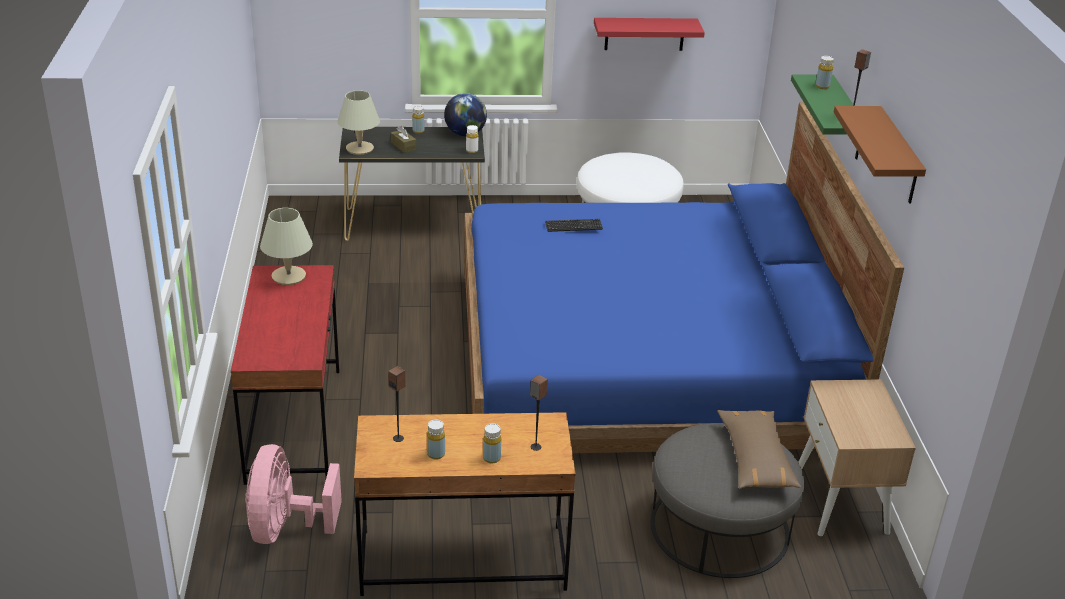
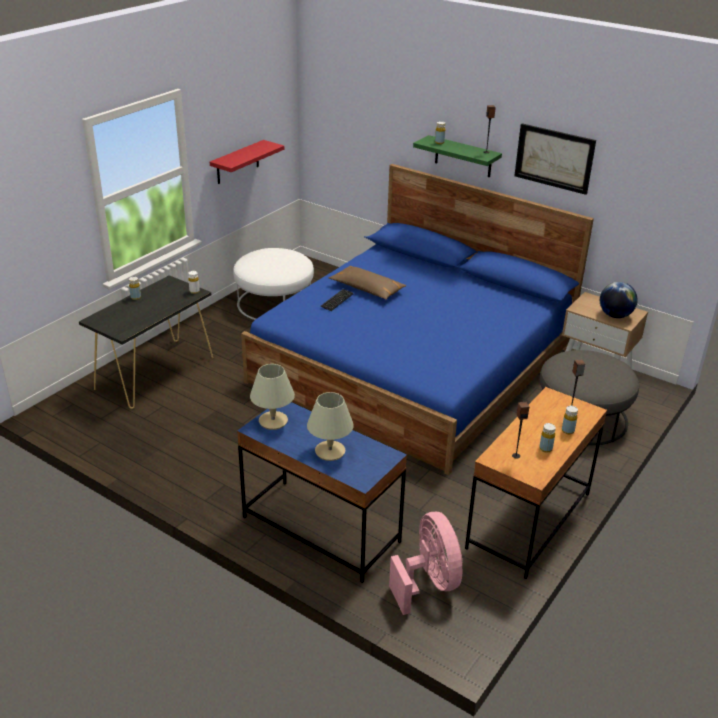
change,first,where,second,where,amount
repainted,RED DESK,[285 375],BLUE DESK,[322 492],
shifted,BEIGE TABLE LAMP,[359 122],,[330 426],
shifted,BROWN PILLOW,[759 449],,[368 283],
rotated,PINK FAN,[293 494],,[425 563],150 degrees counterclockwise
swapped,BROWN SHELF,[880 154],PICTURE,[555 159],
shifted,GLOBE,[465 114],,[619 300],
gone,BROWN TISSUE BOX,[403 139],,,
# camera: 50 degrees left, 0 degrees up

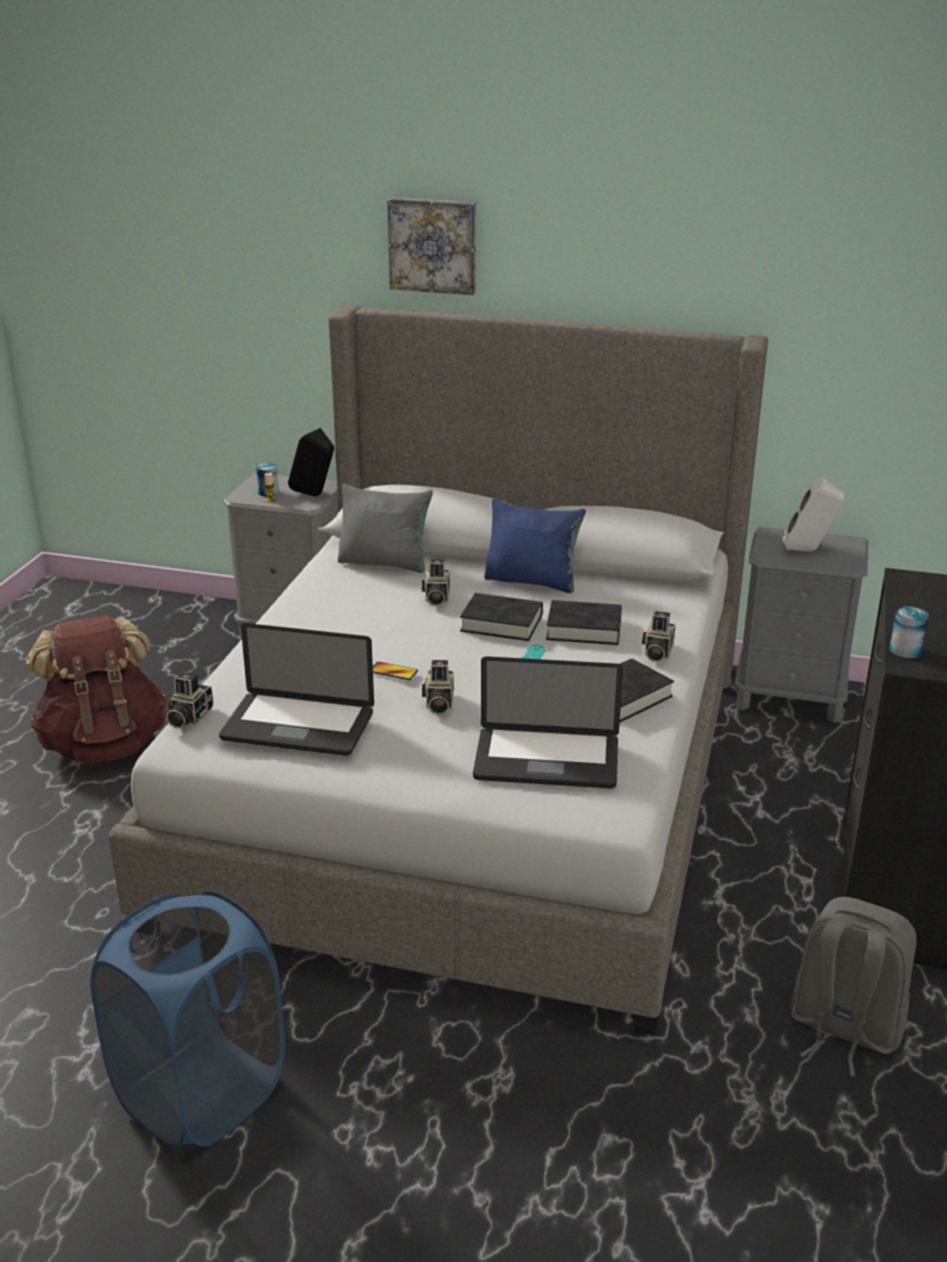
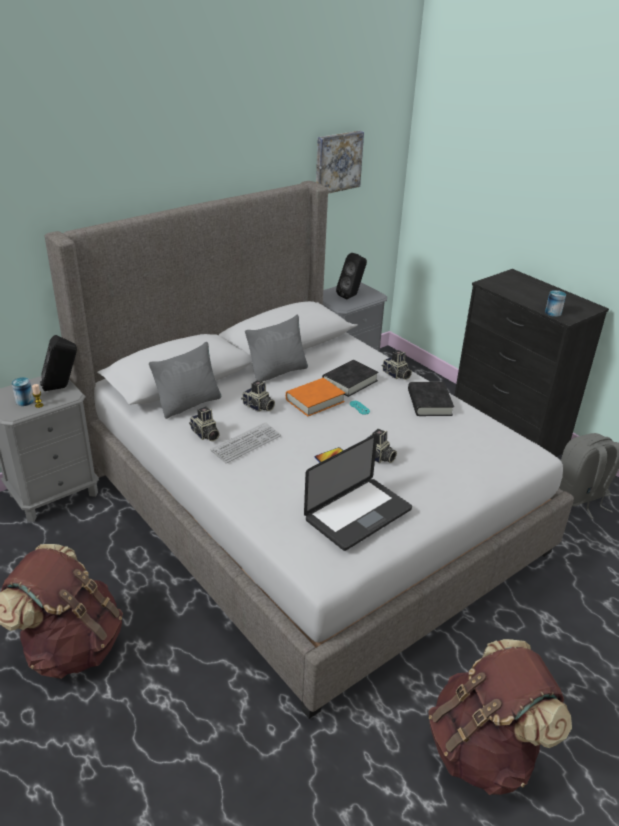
change,first,where,second,where,amount
shifted,PHOTO CAMERA,[189 700],,[204 424],
new,,,KEYBOARD,[245 442],
repainted,BLUE PILLOW,[535 545],GREY PILLOW,[276 348],
repainted,BLACK BOOK,[501 617],ORANGE BOOK,[315 397],
shifted,PICTURE,[431 246],,[340 162],
repainted,WHITE SPEAKER,[813 514],BLACK SPEAKER,[351 276],
swapped,BLUE LAUNDRY BASKET,[187 1020],BROWN BACKPACK,[500 717],
gone,LAPTOP,[548 722],,,
# camera: 55 degrees left, 5 degrees up

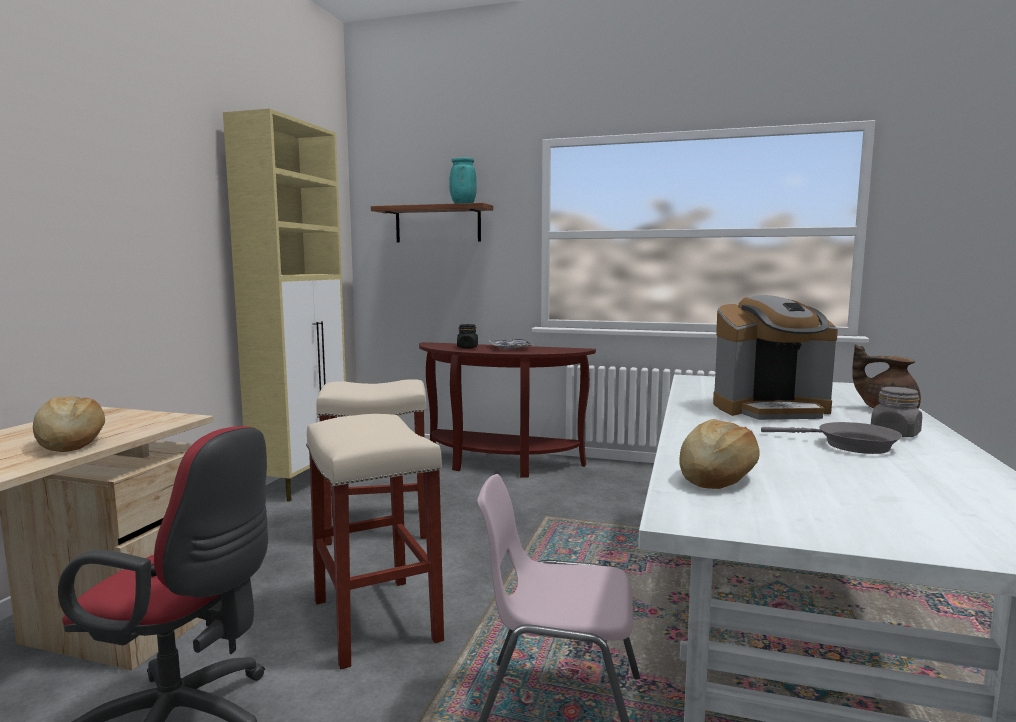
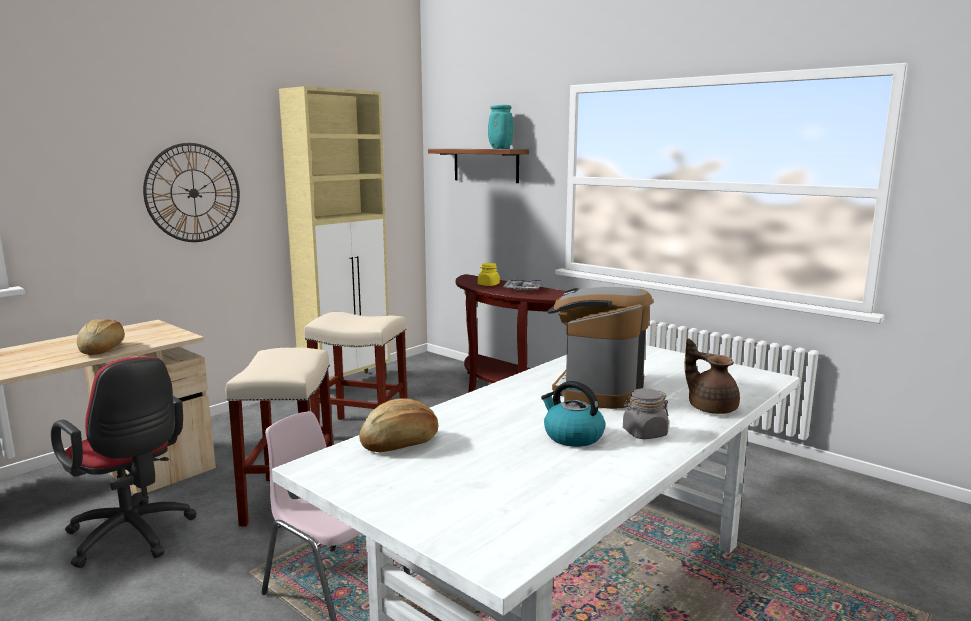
change,first,where,second,where,amount
new,,,WALL CLOCK,[191 192],
repainted,BLACK JAR,[467 336],YELLOW JAR,[489 274],
swapped,GREY FRYING PAN,[831 438],KETTLE,[573 414],
rotated,COFFEE MACHINE,[775 357],,[600 348],90 degrees clockwise
# camera: 25 degrees right, 5 degrees up

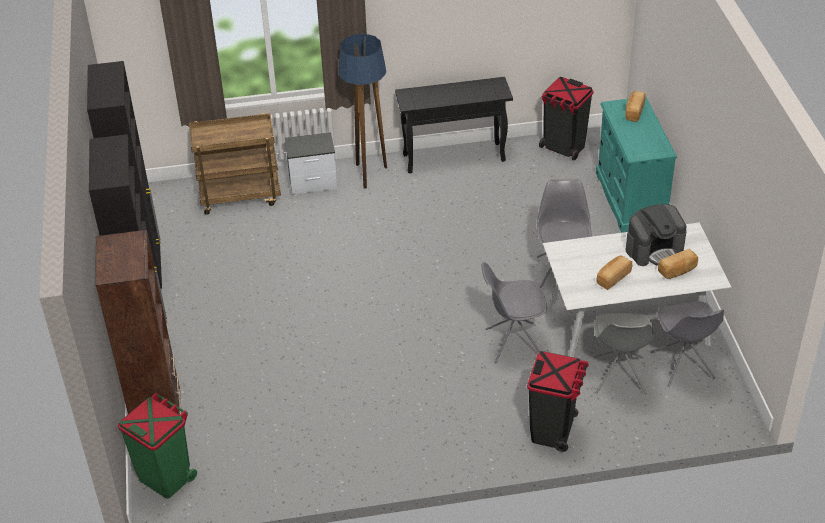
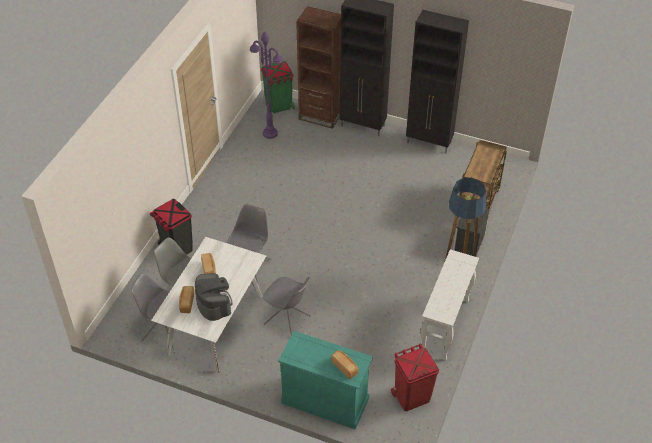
change,first,where,second,where,amount
rotated,COFFEE MACHINE,[656 235],,[214 297],150 degrees clockwise
new,,,PURPLE FLOOR LAMP,[266 85],
repainted,BLACK TRASH CAN,[566 118],RED TRASH CAN,[415 377],
repainted,BLACK CONSOLE TABLE,[454 125],WHITE CONSOLE TABLE,[450 305],
# camera: 120 degrees right, 5 degrees up

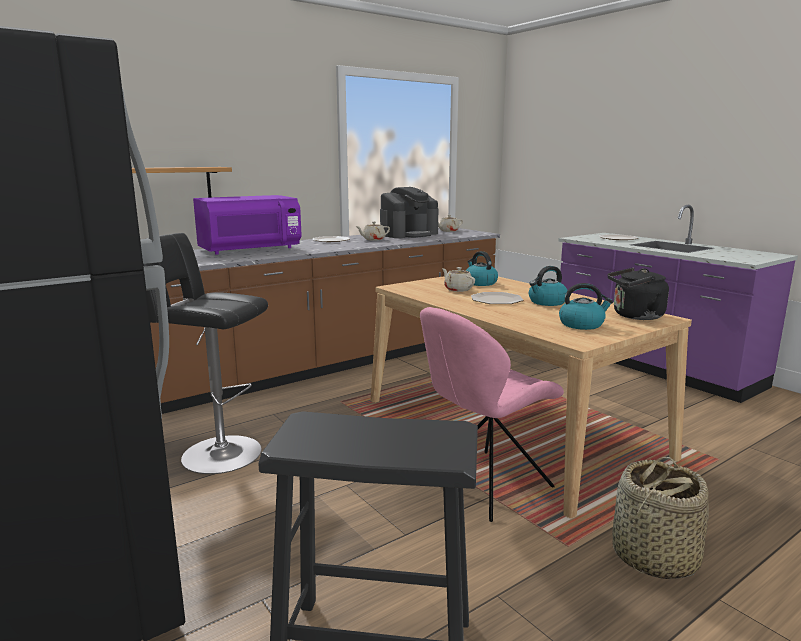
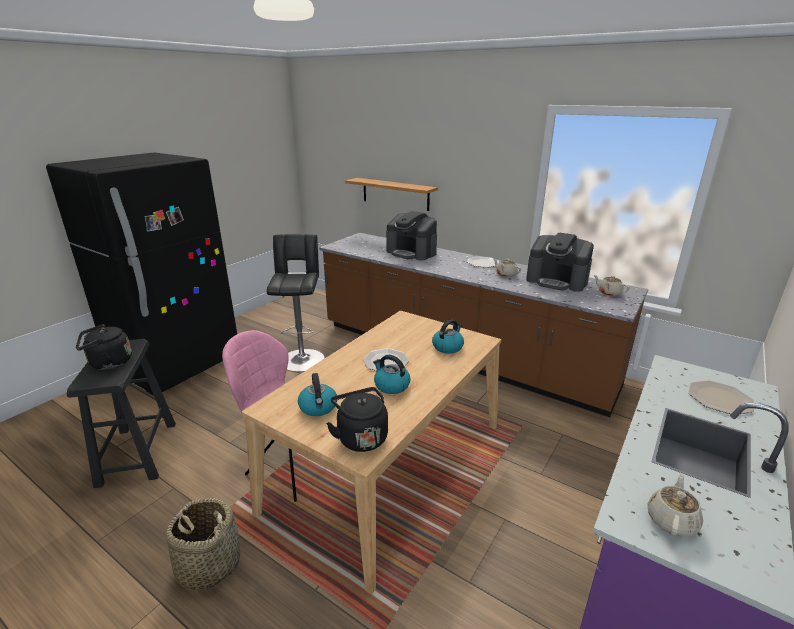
change,first,where,second,where,amount
new,,,BLACK KETTLE,[104 347],
swapped,PURPLE MICROWAVE,[247 225],COFFEE MACHINE,[411 236],
shifted,BEIGE TEAPOT,[458 279],,[675 504],
# camera: 70 degrees right, 10 degrees up

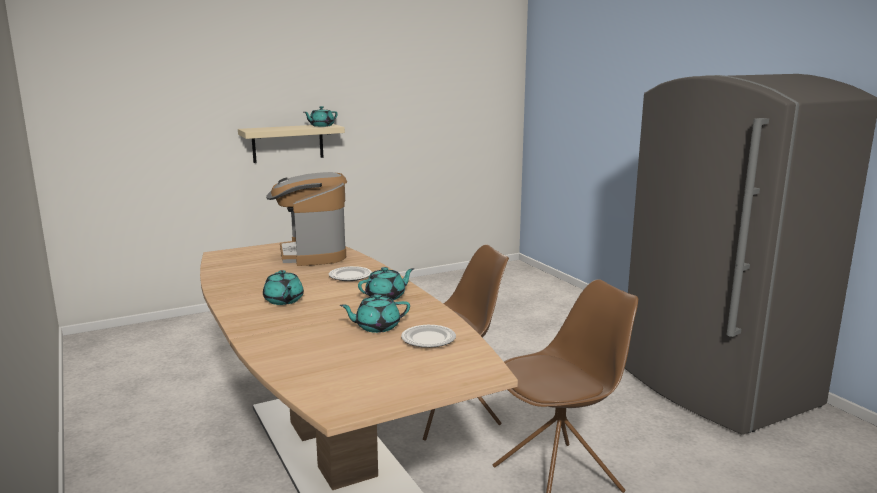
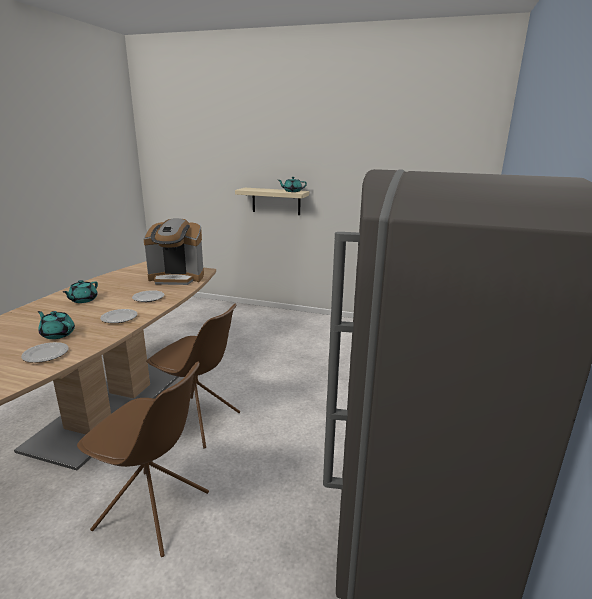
change,first,where,second,where,amount
swapped,TURQUOISE TEAPOT,[386 283],PLATE,[118 316],
rotated,COFFEE MACHINE,[306 219],,[173 251],120 degrees counterclockwise
# camera: 45 degrees right, 5 degrees up

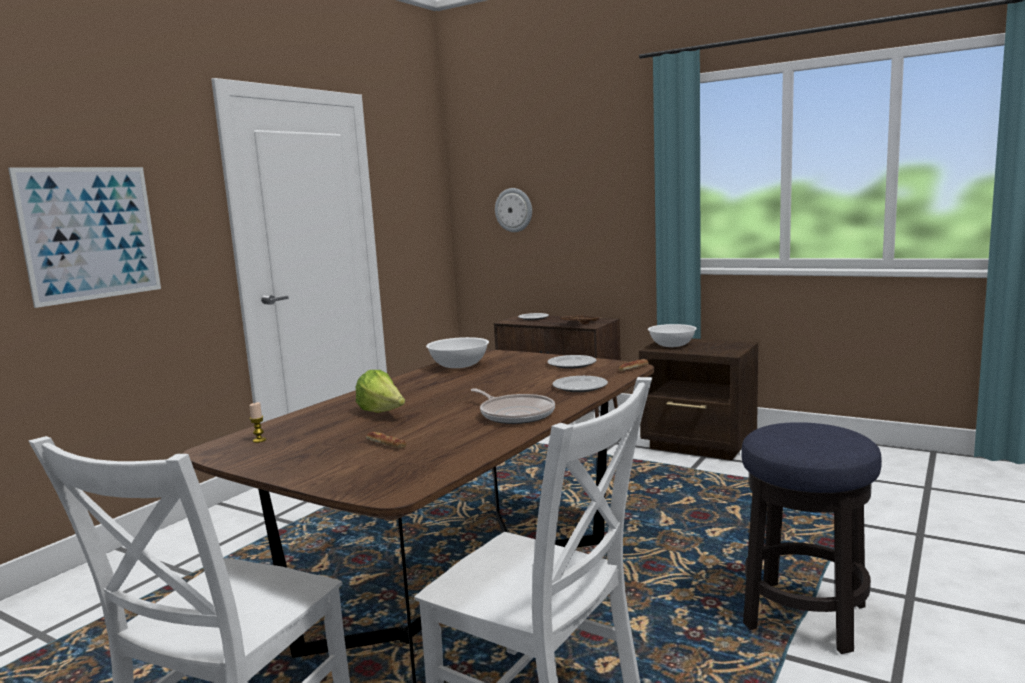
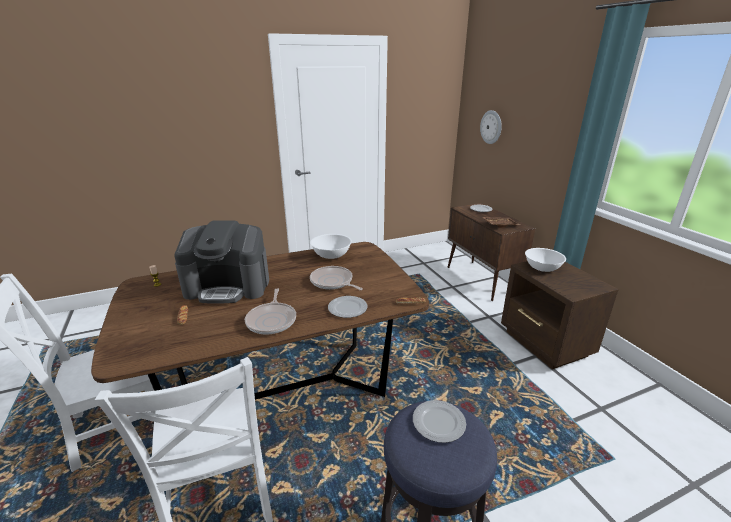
change,first,where,second,where,amount
swapped,LETTUCE,[380 391],COFFEE MACHINE,[221 262],
new,,,FRYING PAN,[336 278],
shifted,PLATE,[571 362],,[439 421],
gone,PICTURE,[84 237],,,
# camera: 35 degrees right, 15 degrees up

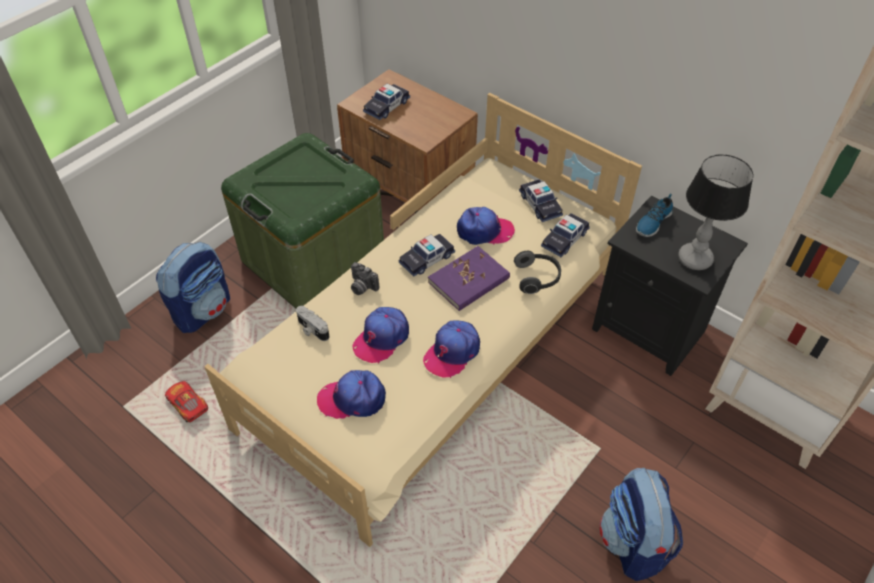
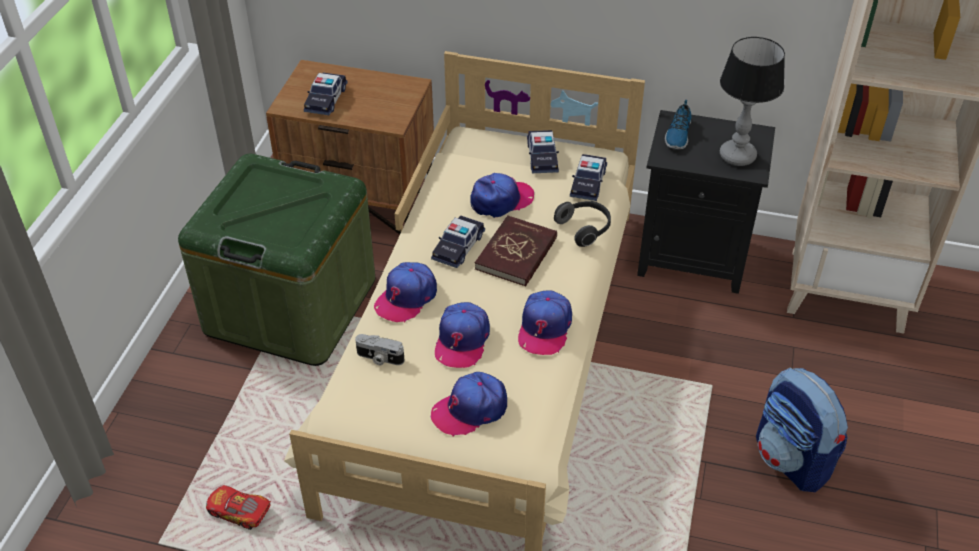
change,first,where,second,where,amount
swapped,PHOTO CAMERA,[365 278],CAP,[405 292],
repainted,PURPLE BOOK,[469 278],RED BOOK,[516 251],
rotated,TOY CAR,[541 201],,[543 151],45 degrees clockwise
gone,BACKPACK,[193 287],,,
# camera: 25 degrees left, 5 degrees down

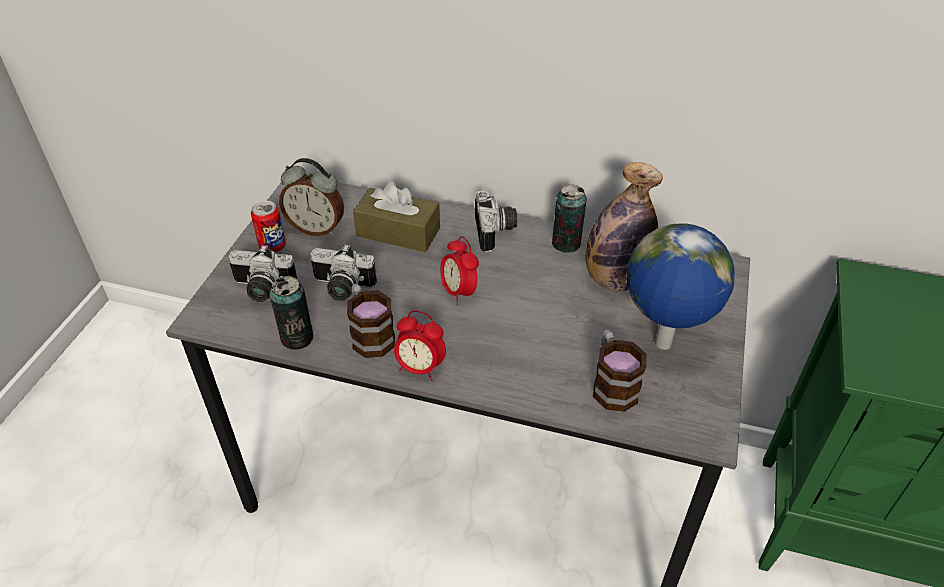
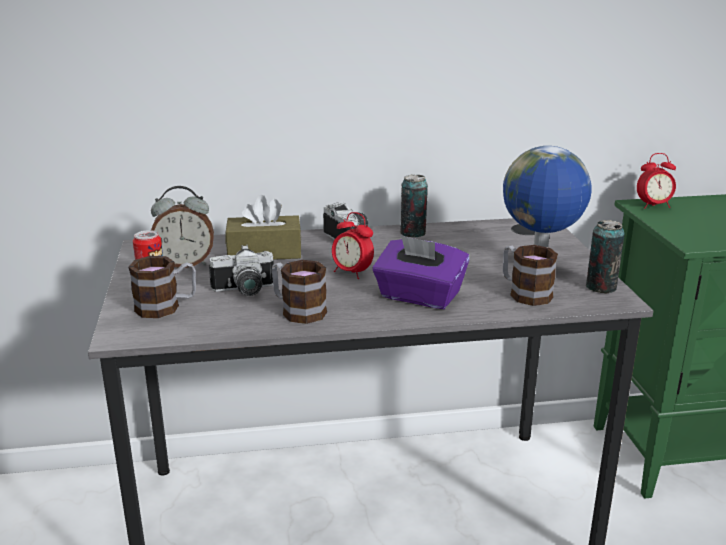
change,first,where,second,where,amount
swapped,PHOTO CAMERA,[262 273],MUG,[162 287],
new,,,PURPLE TISSUE BOX,[421 272],
shifted,CAN,[291 313],,[605 257],
shifted,ALARM CLOCK,[420 346],,[656 181],
gone,BOTTLE,[624 227],,,
# camera: 25 degrees left, 20 degrees down

